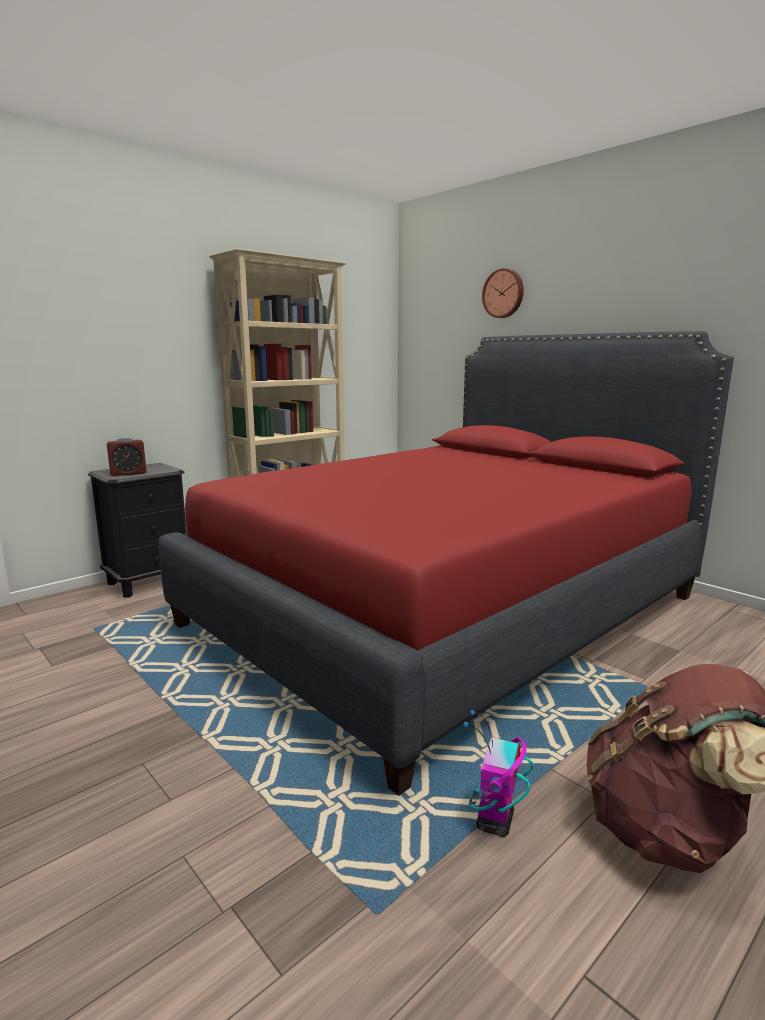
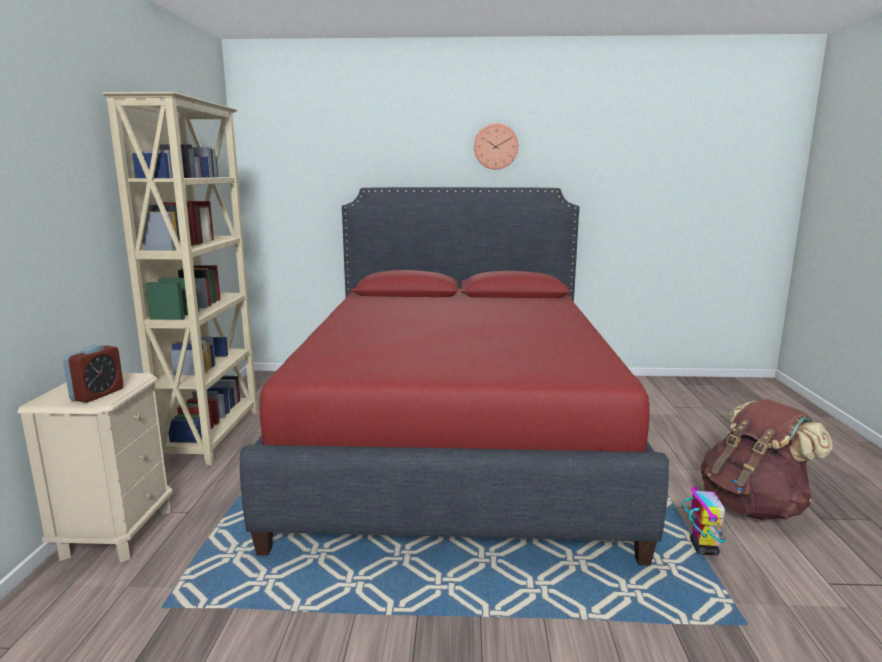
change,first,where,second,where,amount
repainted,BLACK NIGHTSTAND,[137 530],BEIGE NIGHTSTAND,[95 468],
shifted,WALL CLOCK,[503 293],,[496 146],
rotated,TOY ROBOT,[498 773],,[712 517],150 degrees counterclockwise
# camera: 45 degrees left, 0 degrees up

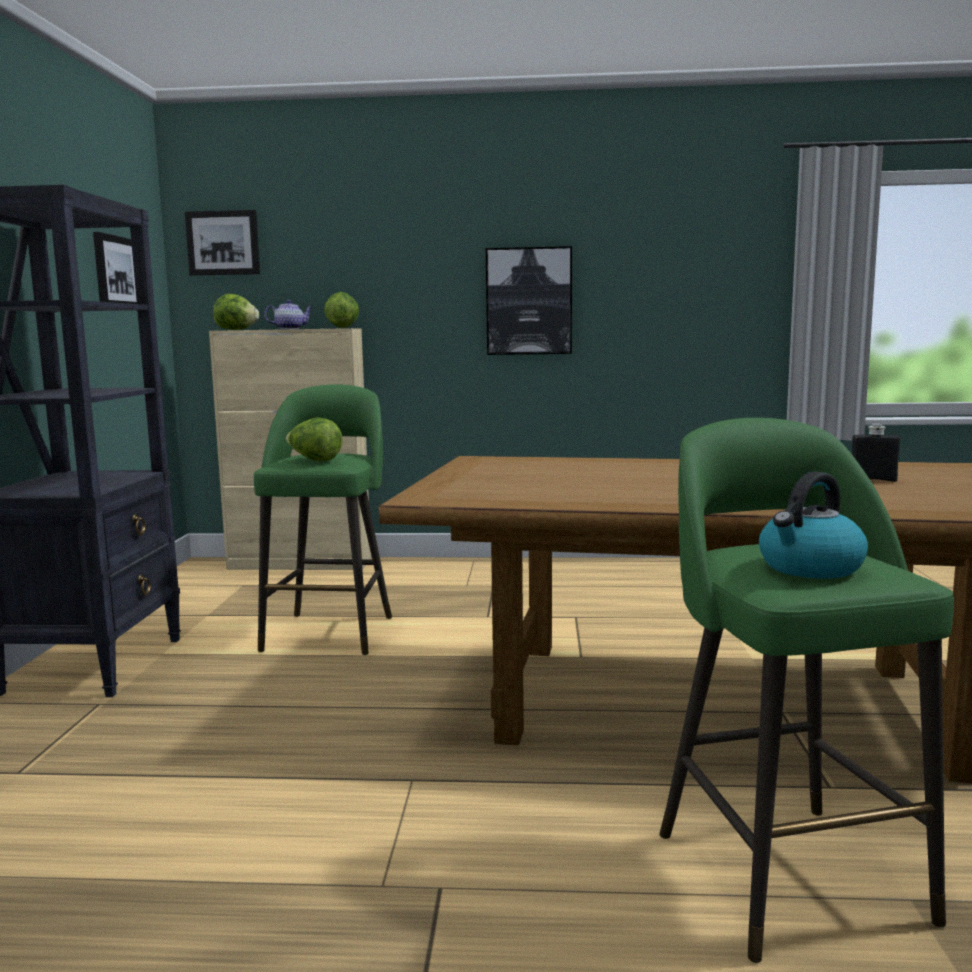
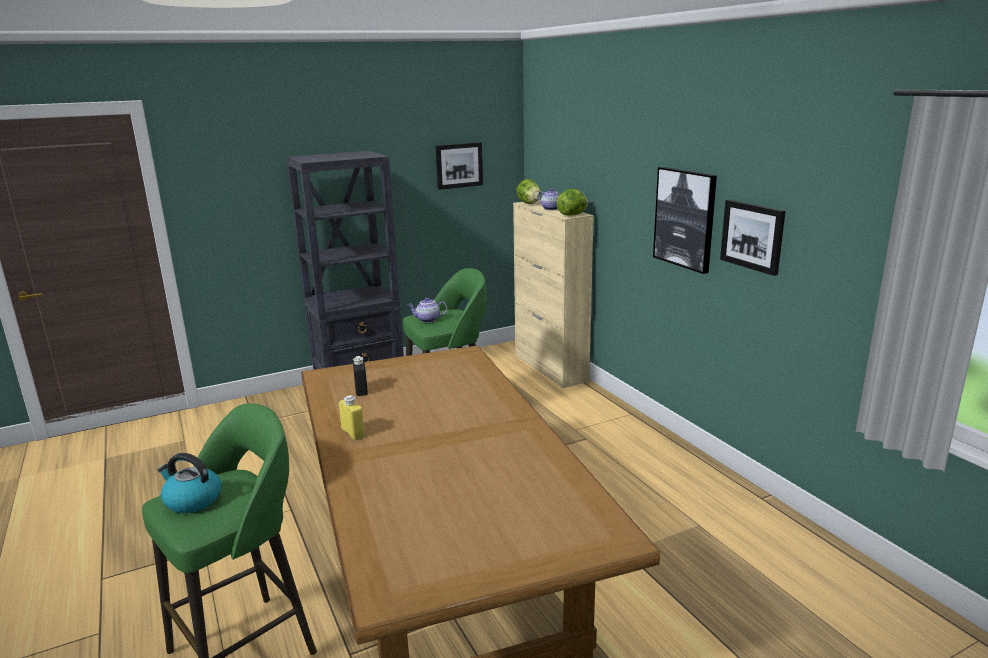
change,first,where,second,where,amount
new,,,YELLOW BOTTLE,[352 417],
shifted,BLACK BOTTLE,[876 453],,[360 376],
swapped,LETTUCE,[314 439],TEAPOT,[427 310],
shifted,PICTURE,[222 243],,[752 238],
# camera: 60 degrees right, 10 degrees up

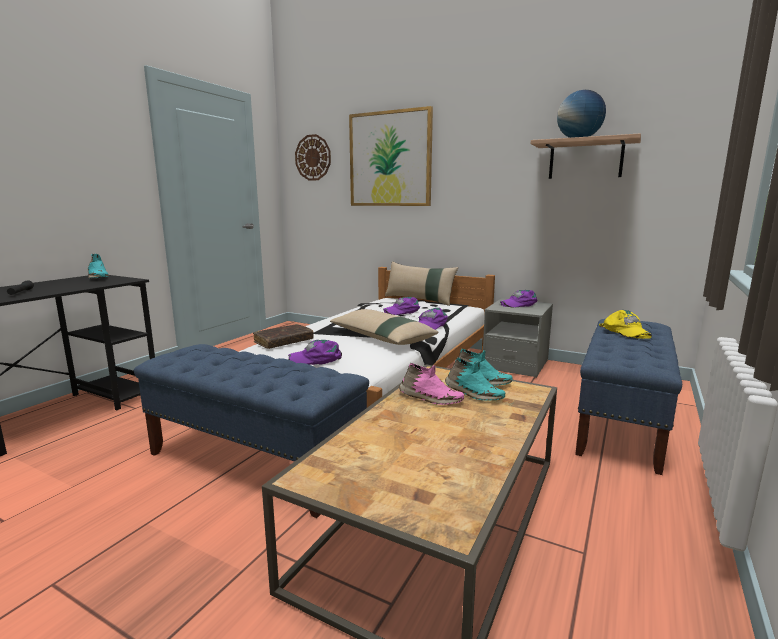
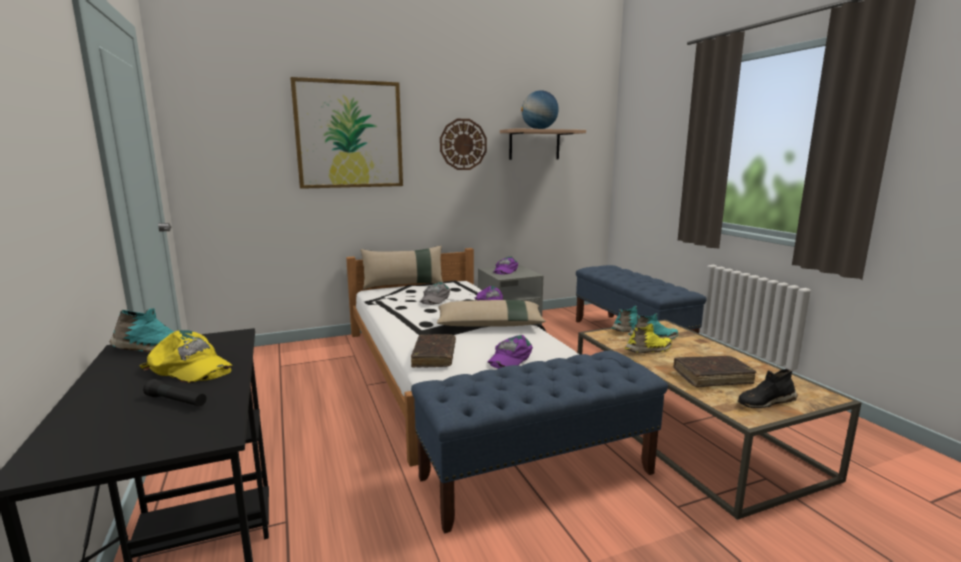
change,first,where,second,where,amount
shifted,YELLOW CAP,[625 324],,[186 356],
repainted,PURPLE CAP,[401 306],GREY CAP,[435 293],
shifted,WALL CLOCK,[313 157],,[463 144],
repainted,PINK SHOE,[431 384],YELLOW SHOE,[648 338],
new,,,BROWN BOOK,[715 372],
new,,,BLACK SHOE,[768 388],
# camera: 50 degrees left, 0 degrees up

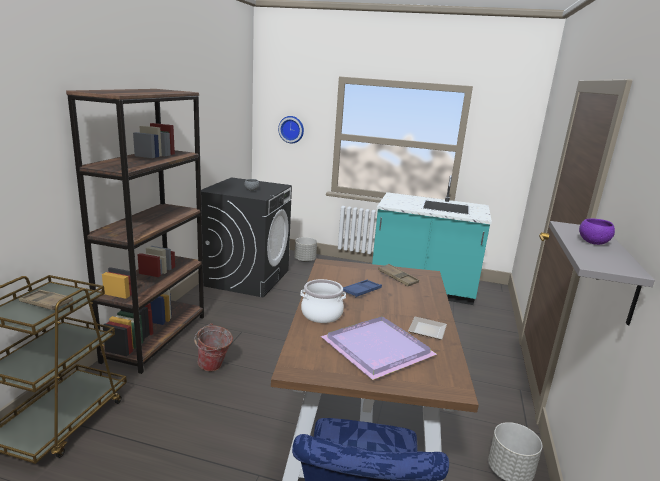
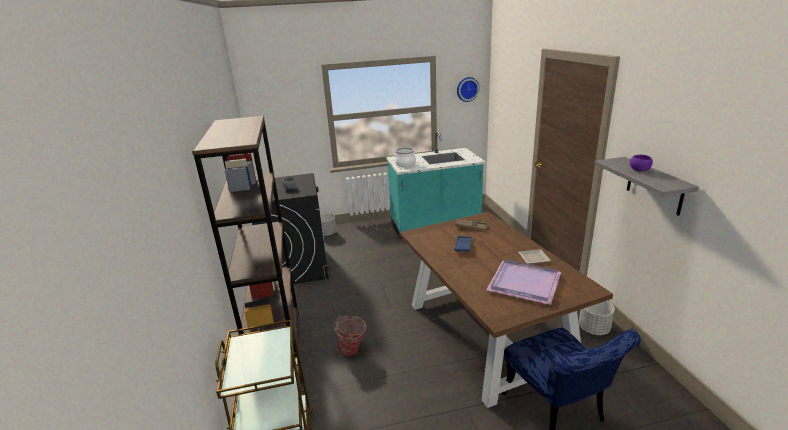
change,first,where,second,where,amount
shifted,COOKING POT,[323 301],,[405 157],
shifted,WALL CLOCK,[291 130],,[468 89],
gone,BROWN TRAY,[46 300],,,
# camera: 25 degrees left, 5 degrees up

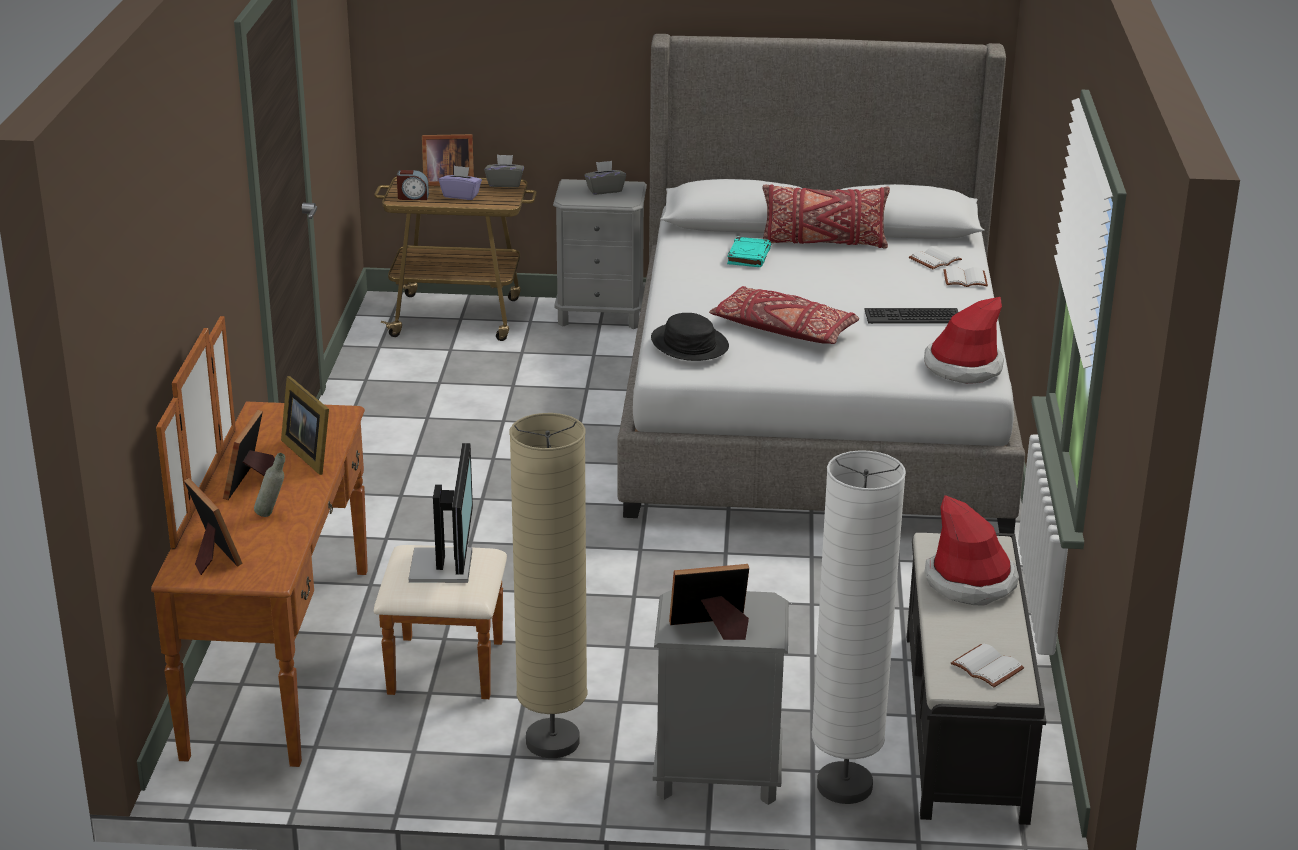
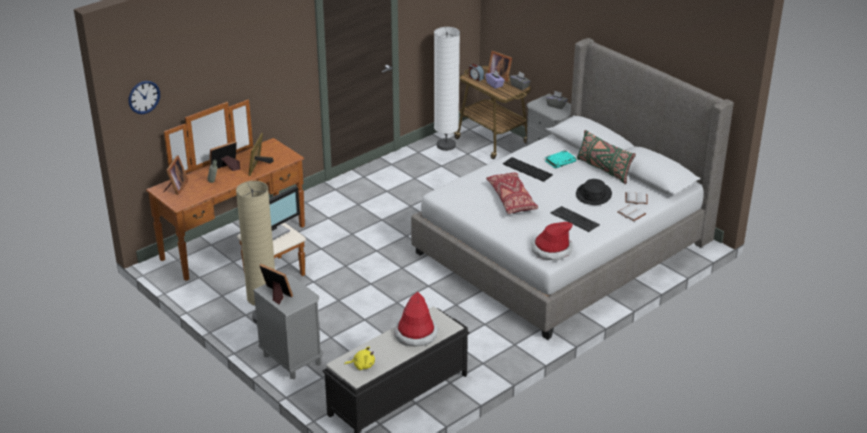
change,first,where,second,where,amount
new,,,WALL CLOCK,[144 97],
swapped,WHITE BOOK,[987 665],YELLOW PLUSH TOY,[359 358],
shifted,WHITE FLOOR LAMP,[859 627],,[447 89],
new,,,KEYBOARD,[528 169],
shifted,BLACK HAT,[690 337],,[594 192],
repainted,RED PILLOW,[826 217],GREEN PILLOW,[606 157],
# camera: 45 degrees right, 5 degrees up

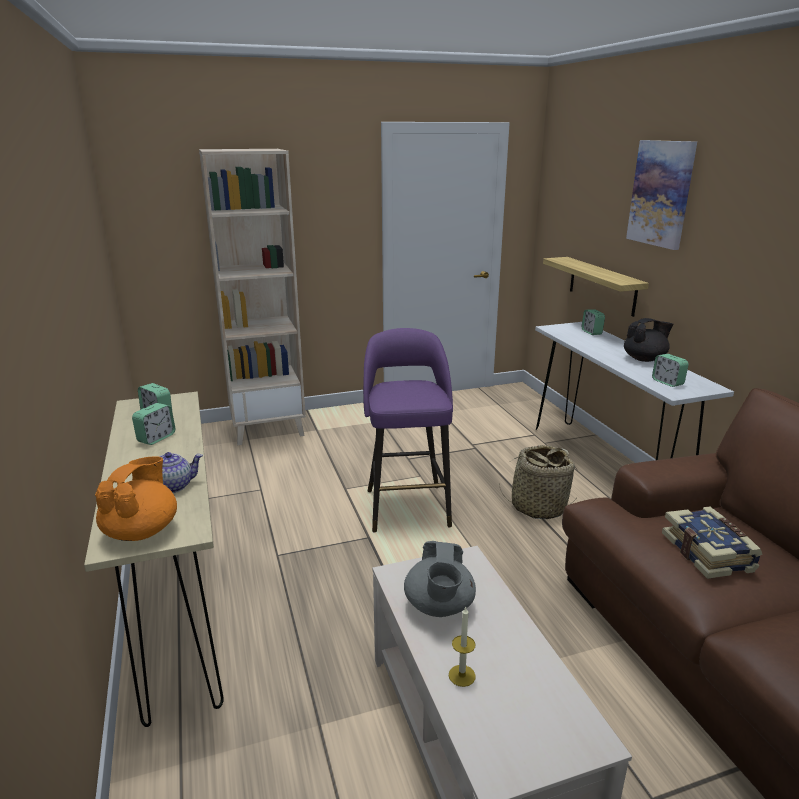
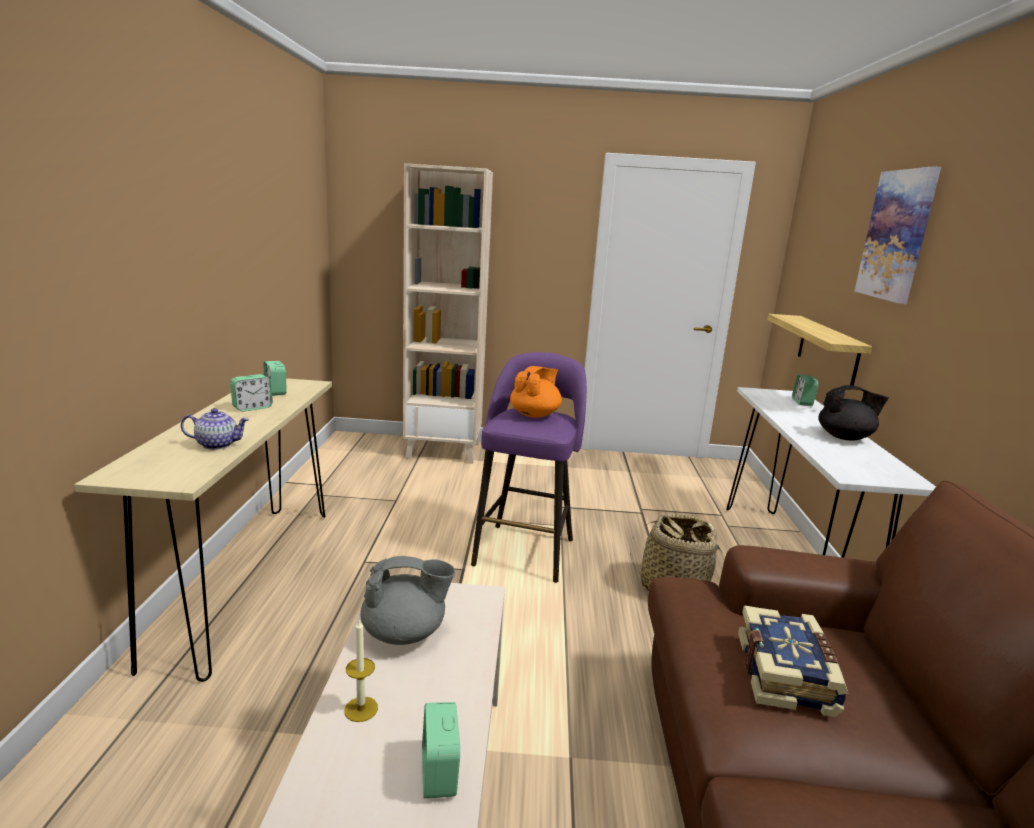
change,first,where,second,where,amount
rotated,GREY TEAPOT,[440 579],,[407 600],120 degrees counterclockwise
shifted,ALARM CLOCK,[670 370],,[441 750],
shifted,ORANGE TEAPOT,[136 498],,[536 392],
# camera: 20 degrees right, 5 degrees down

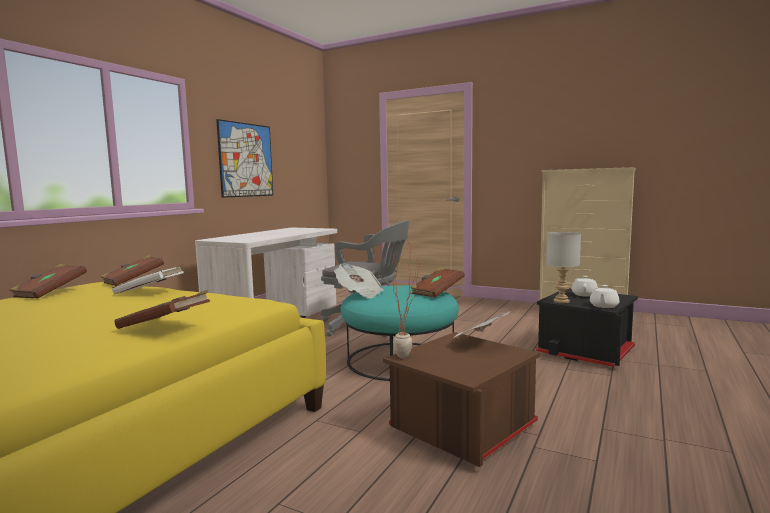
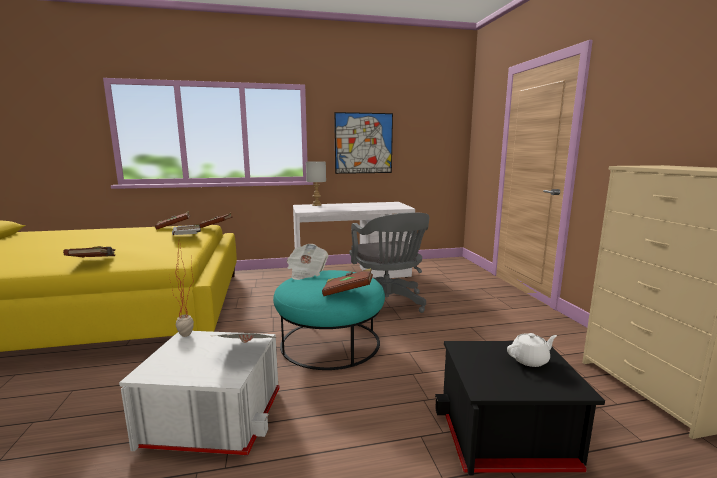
change,first,where,second,where,amount
repainted,BROWN STORAGE BOX,[461 399],WHITE STORAGE BOX,[199 393],
shifted,GREY TABLE LAMP,[563 267],,[316 183],
gone,WHITE TEAPOT,[605 296],,,
# camera: 50 degrees right, 5 degrees up

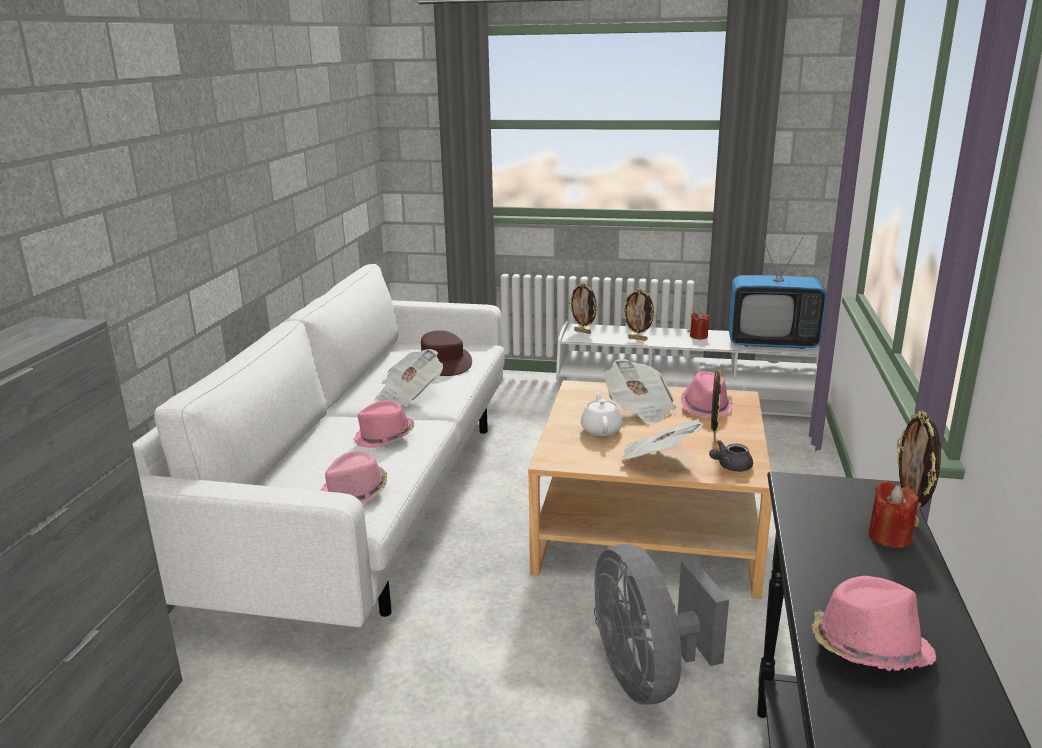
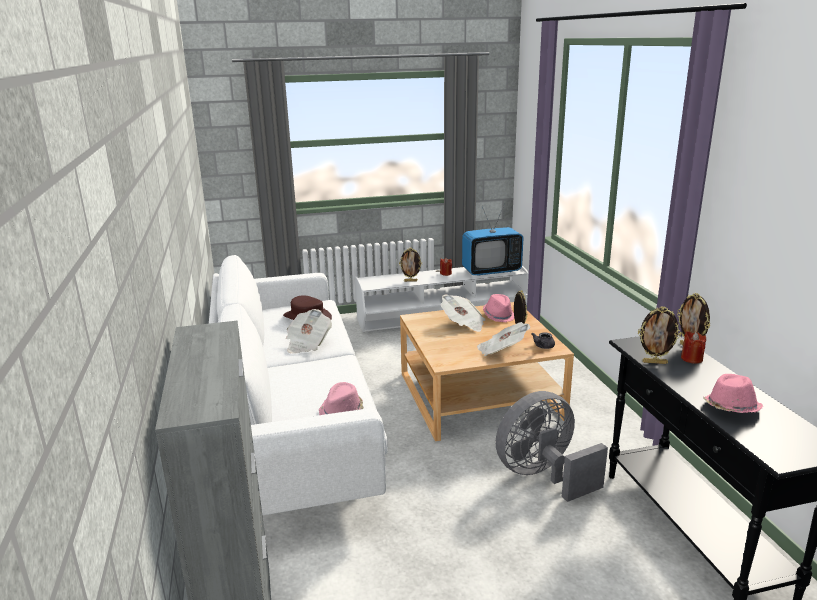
change,first,where,second,where,amount
rotated,GREY FAN,[661 624],,[551 446],105 degrees clockwise
shifted,PICTURE FRAME,[583 308],,[659 335],
gone,PINK HAT,[383 424],,,
gone,WHITE TEAPOT,[602 414],,,
# camera: 25 degrees left, 0 degrees up

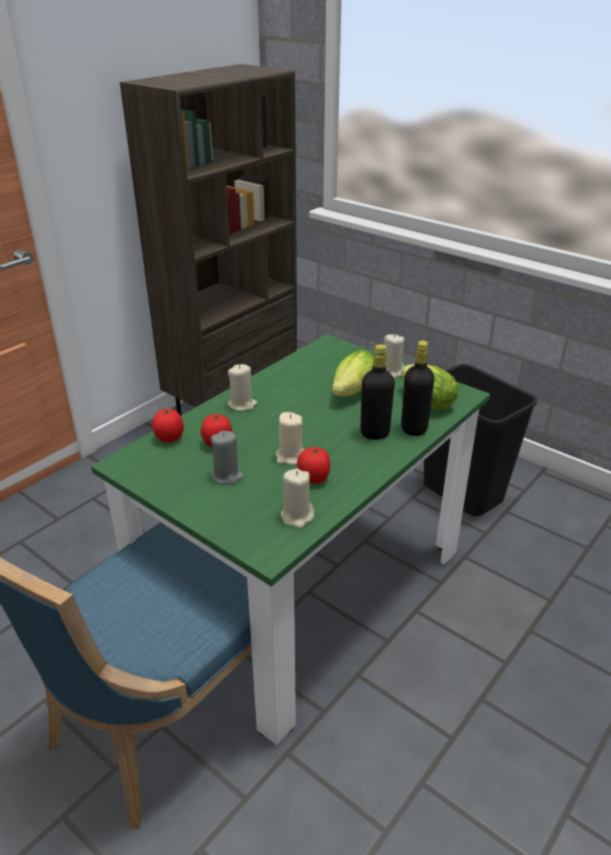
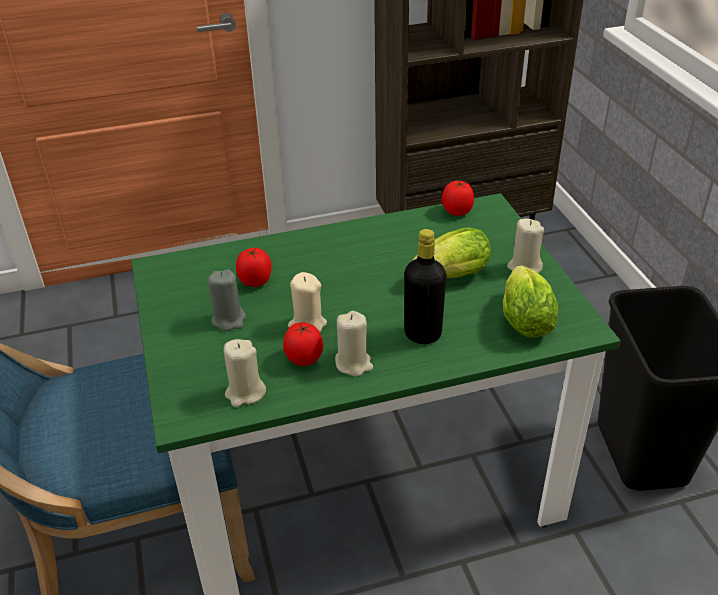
change,first,where,second,where,amount
shifted,BEIGE CANDLE,[242 387],,[354 344],
shifted,TOMATO,[168 426],,[458 198],
gone,BLACK BOTTLE,[417 388],,,
# camera: 35 degrees right, 5 degrees up

